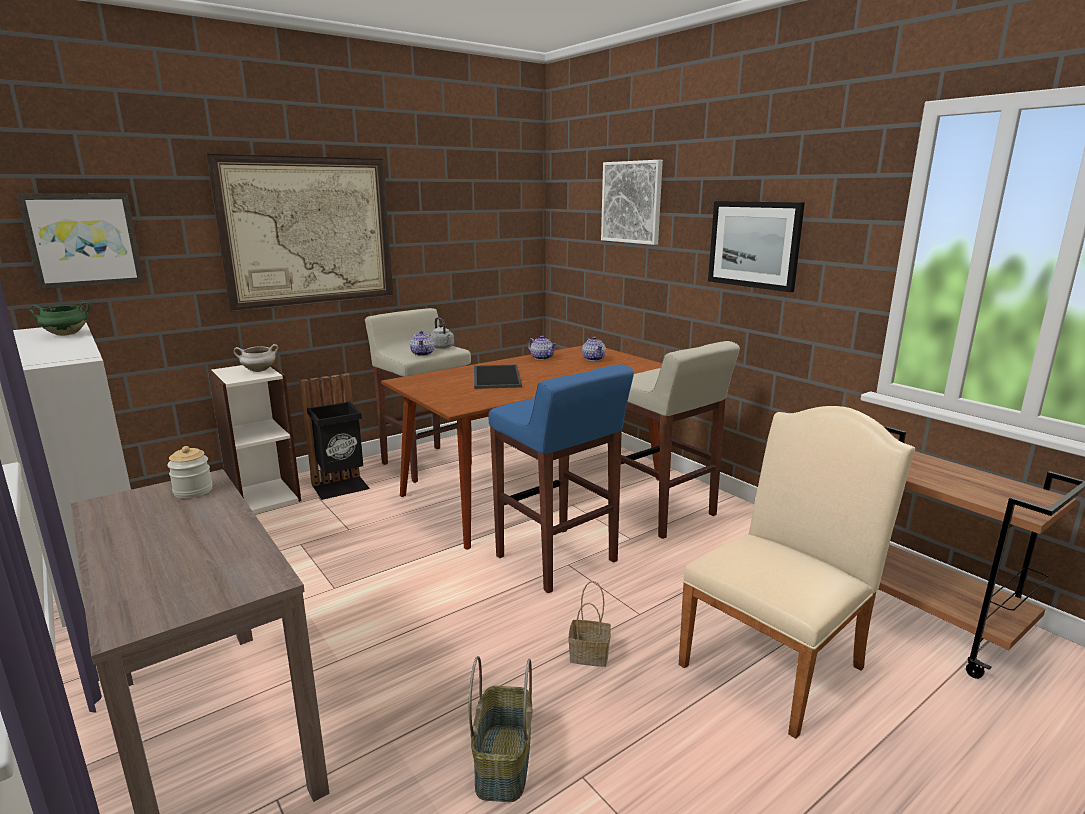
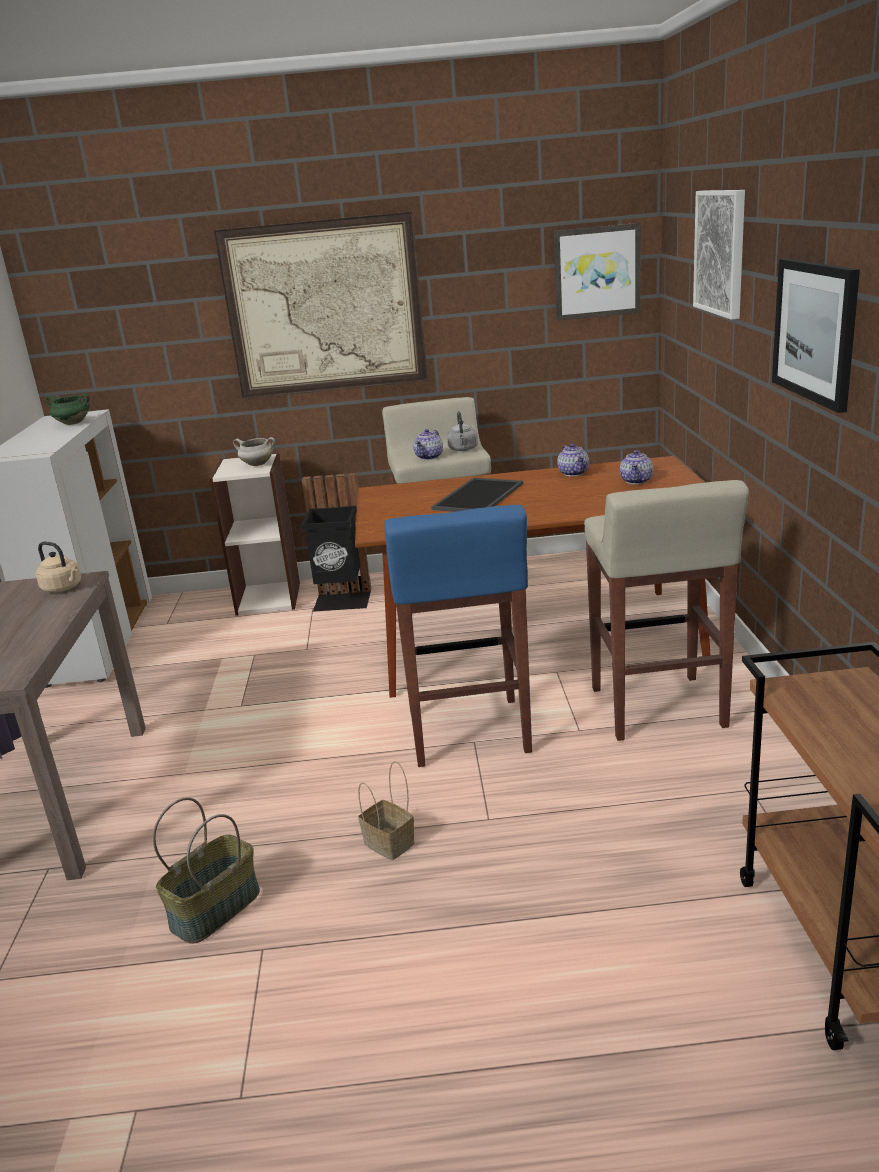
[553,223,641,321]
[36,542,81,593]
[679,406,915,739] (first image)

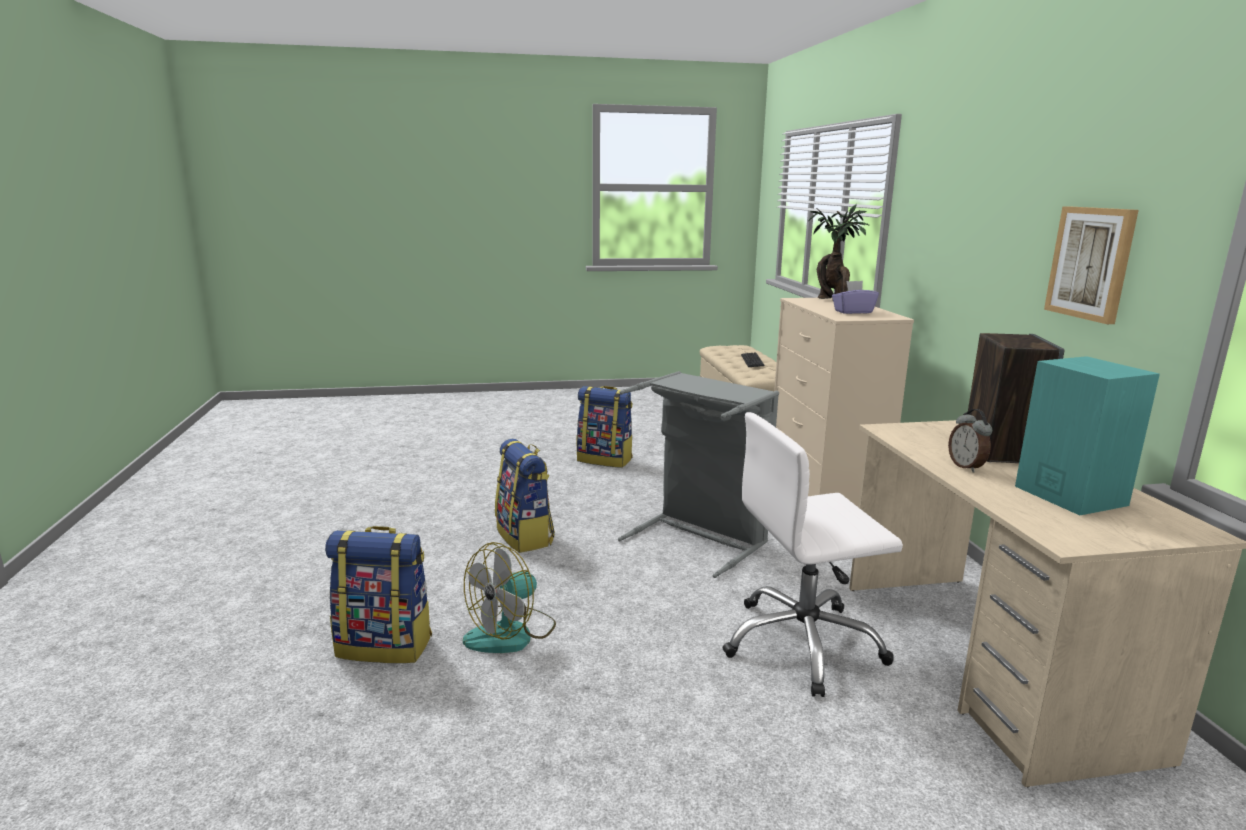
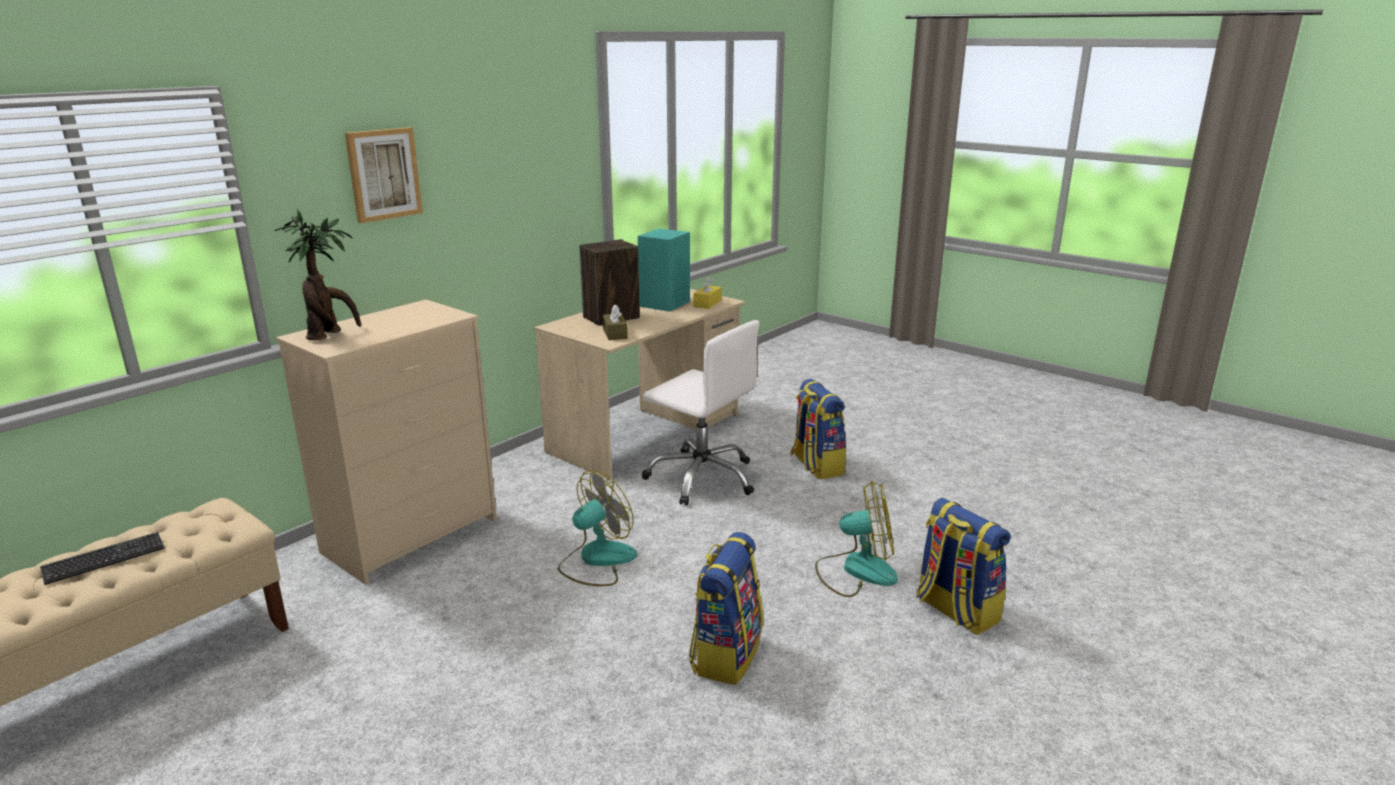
[791,379,846,479]
[558,471,637,586]
[832,281,879,314] (first image)
[948,409,992,472] (first image)
[345,127,423,223]
[603,304,628,340]
[693,277,722,309]

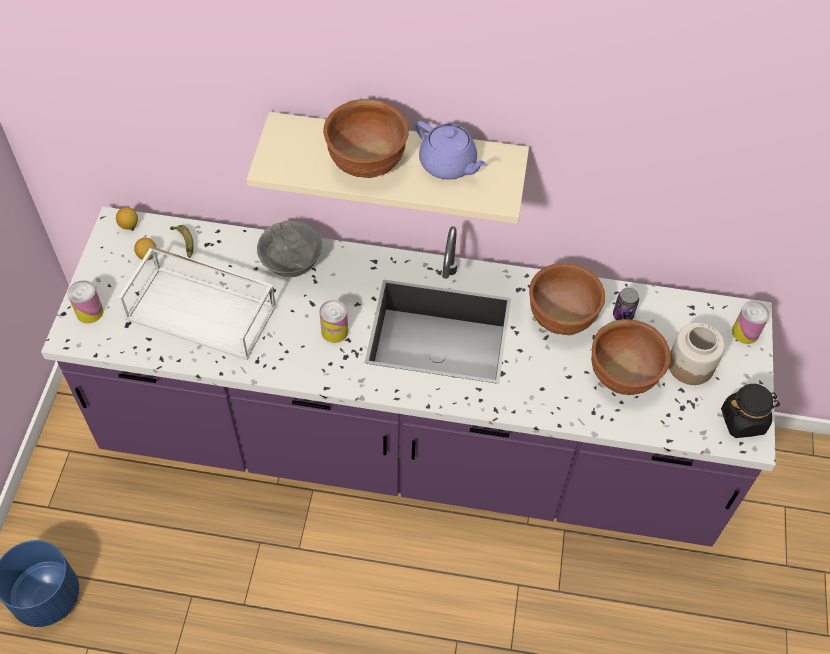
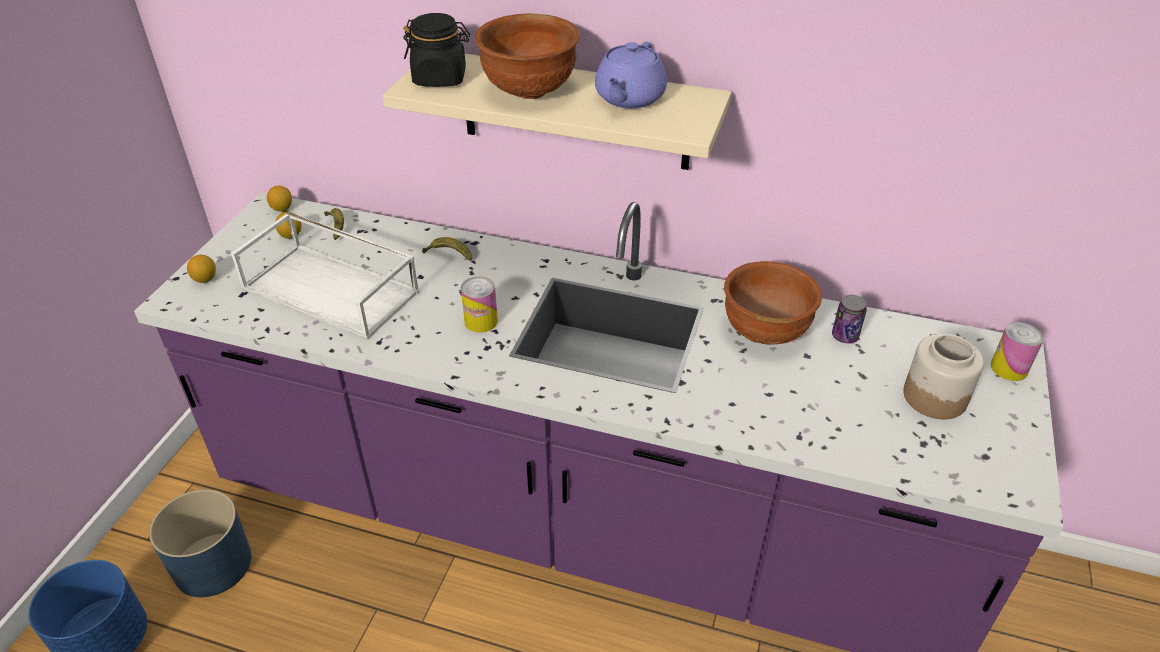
[187,255,216,283]
[422,237,472,261]
[595,42,667,109]
[591,319,671,395] (first image)
[403,13,470,87]
[149,489,251,597]

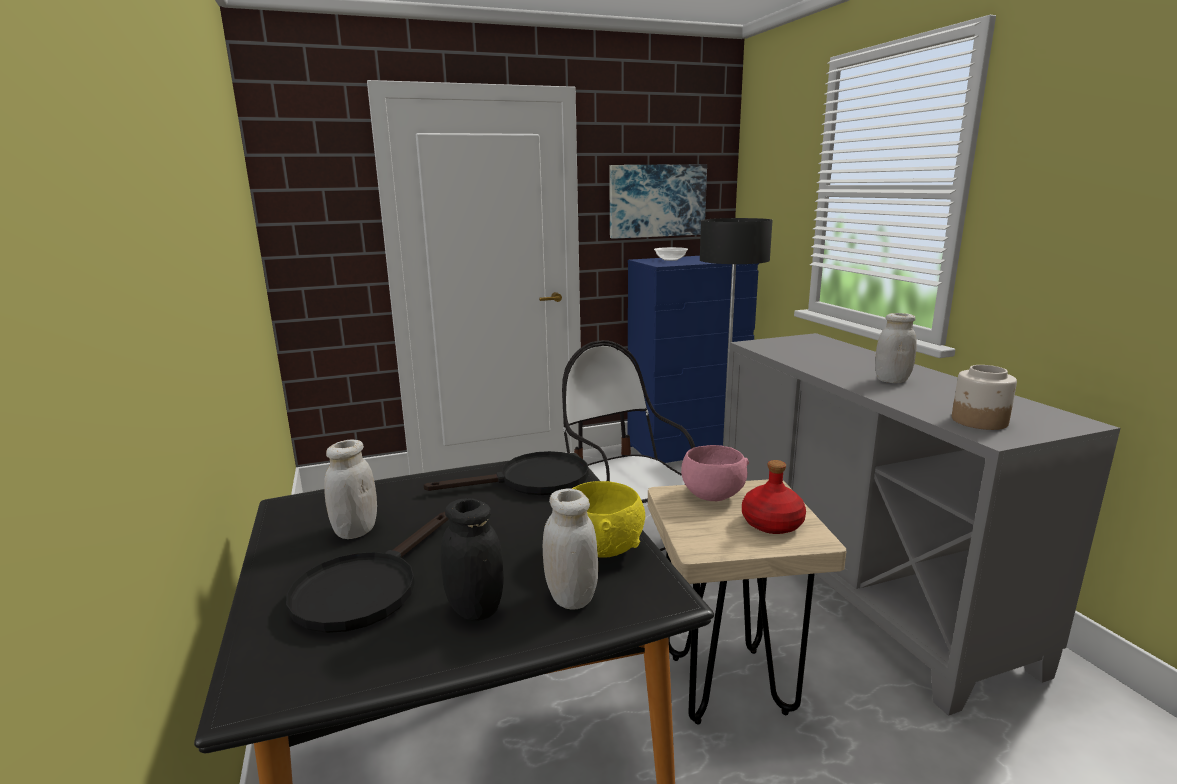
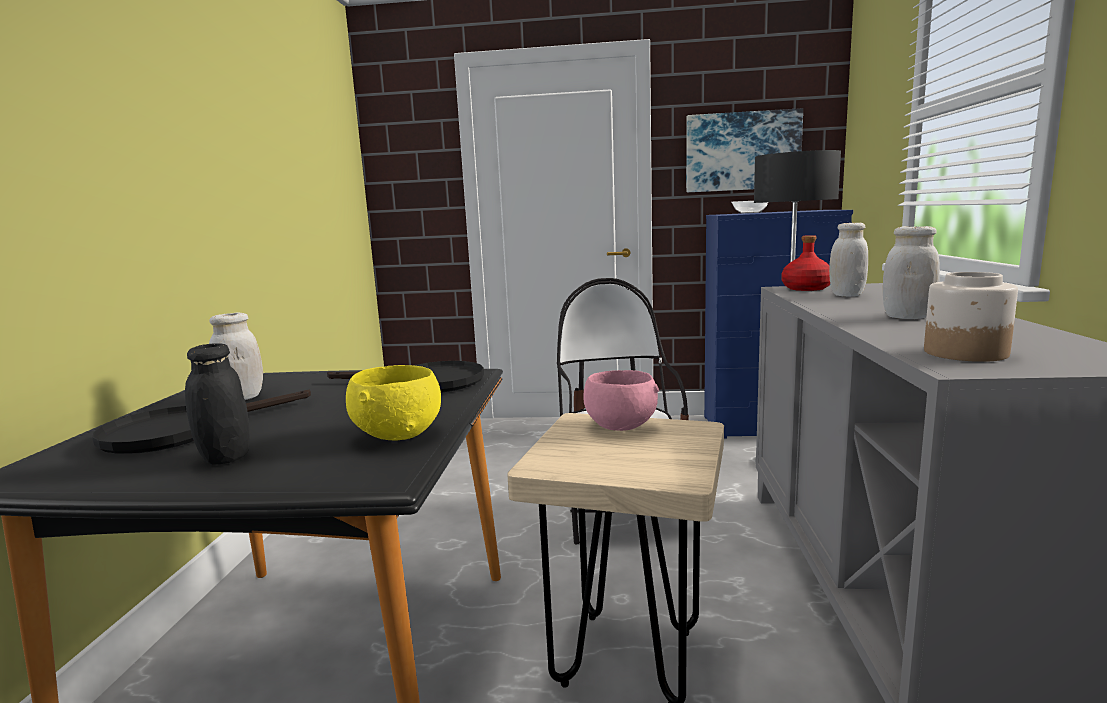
[829,223,868,297]
[781,235,830,291]

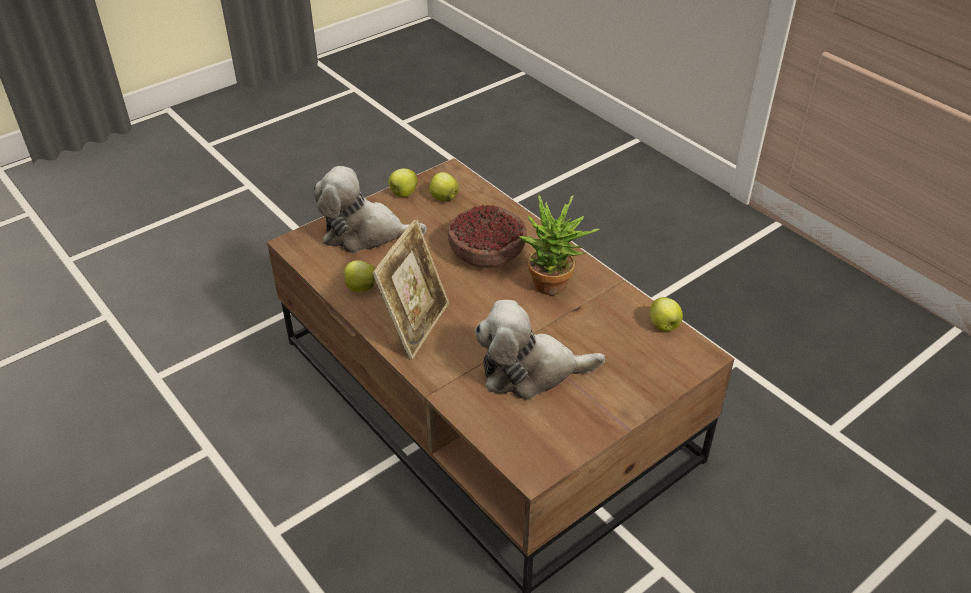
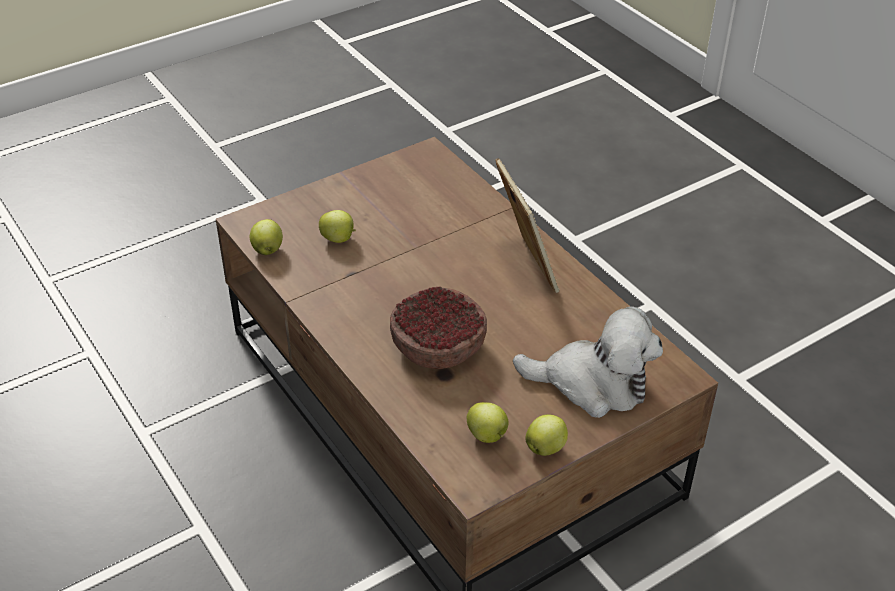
[319,210,356,243]
[496,158,559,293]
[475,300,605,400] (first image)
[518,195,600,295] (first image)

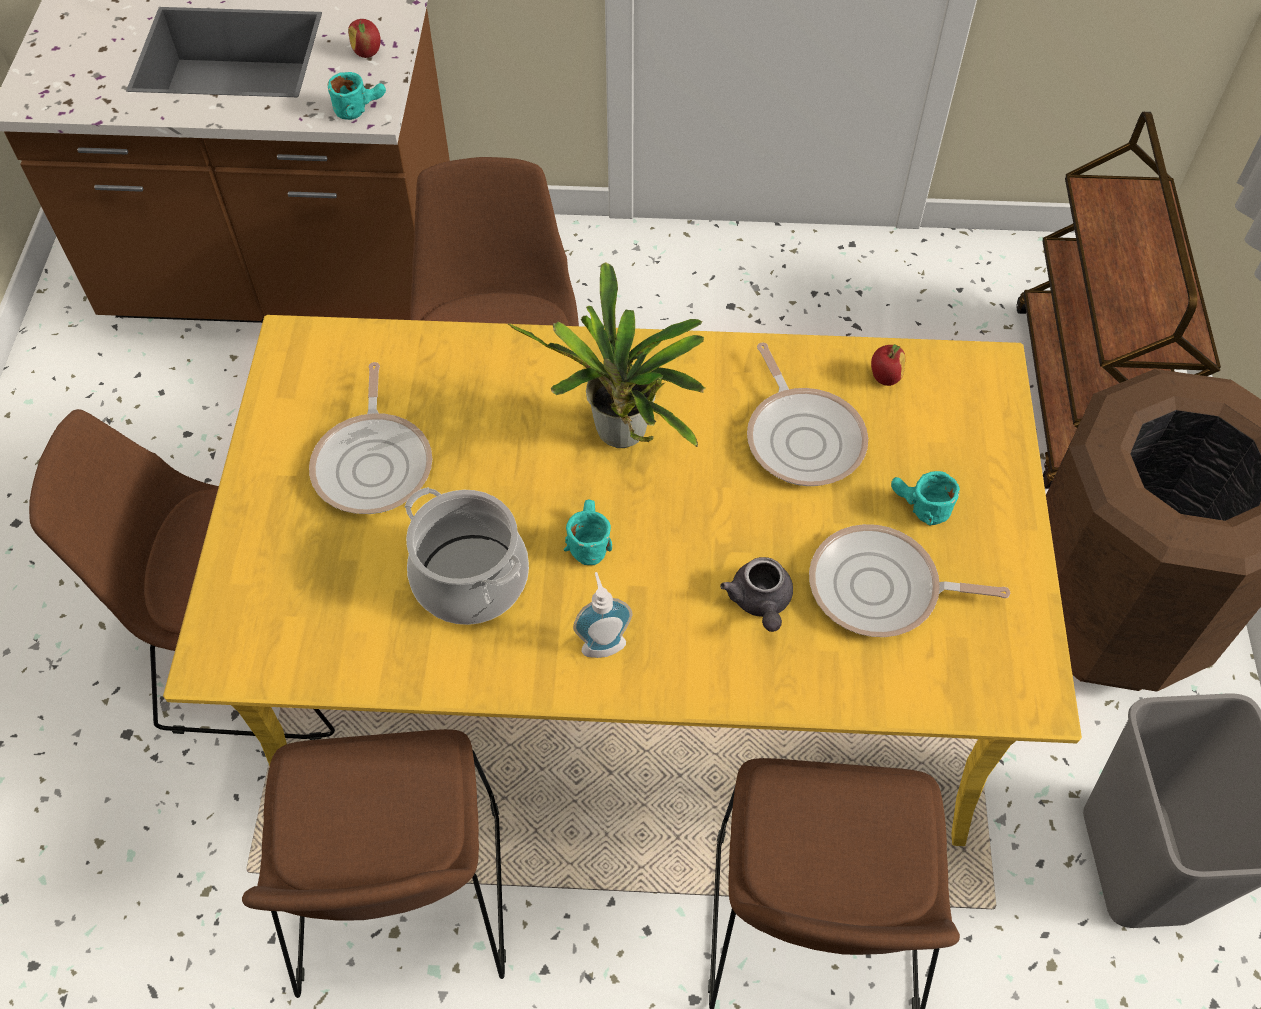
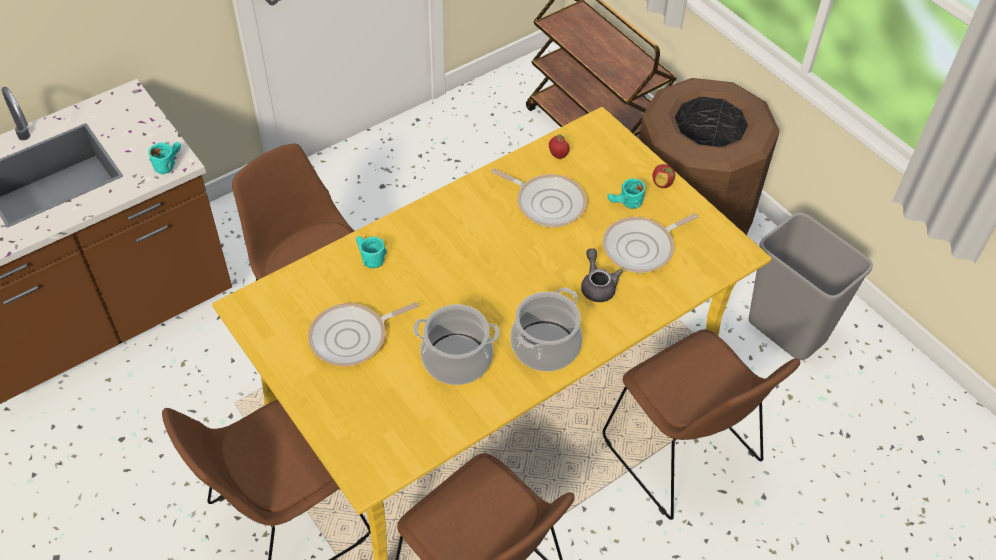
[308,302,419,366]
[652,164,675,188]
[508,262,705,448] (first image)
[356,236,387,268]
[510,287,582,372]
[581,248,623,302]

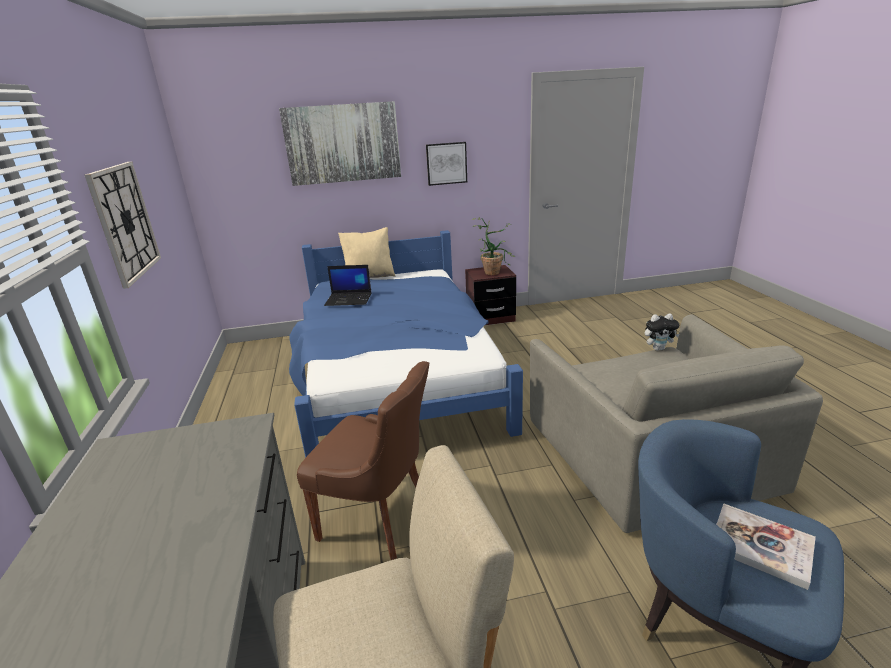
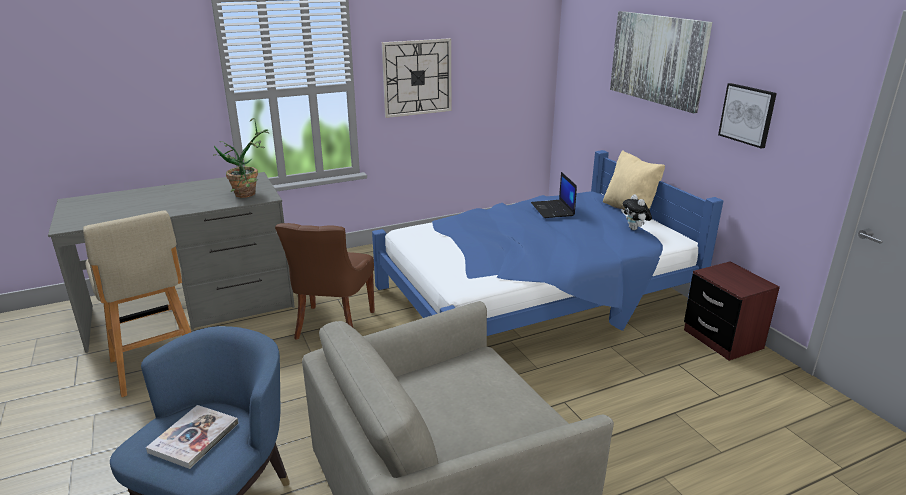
[213,118,270,198]
[623,194,652,230]

